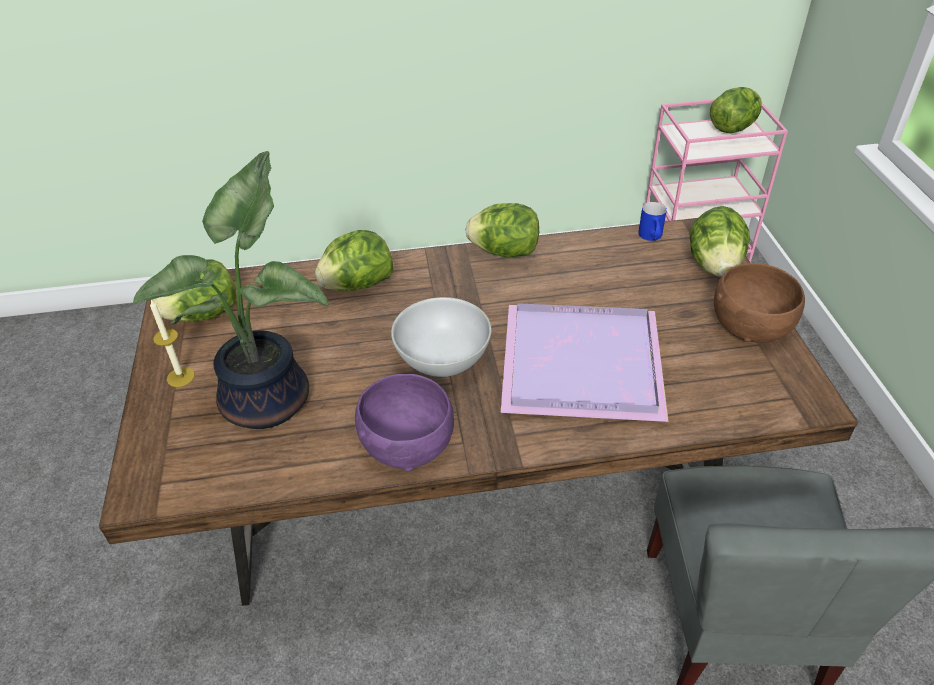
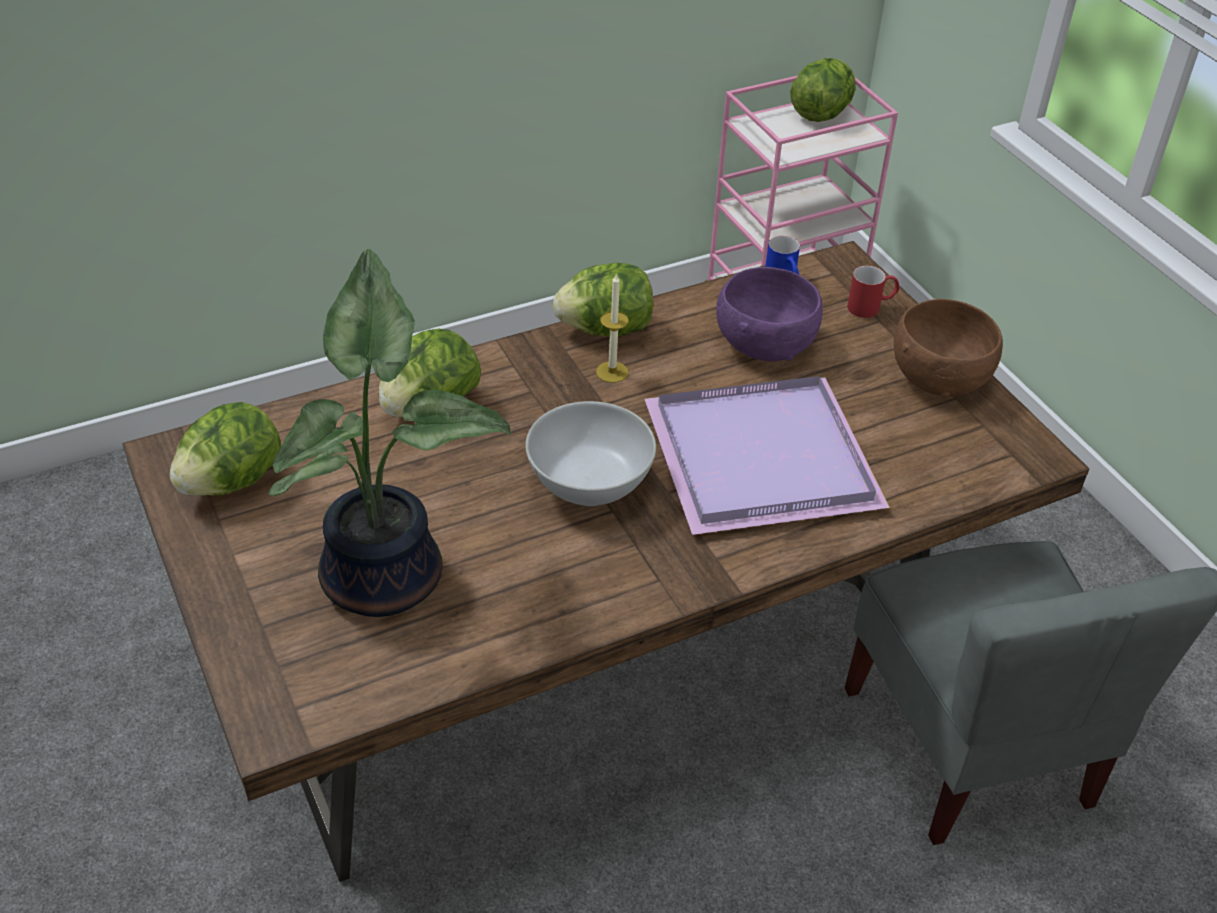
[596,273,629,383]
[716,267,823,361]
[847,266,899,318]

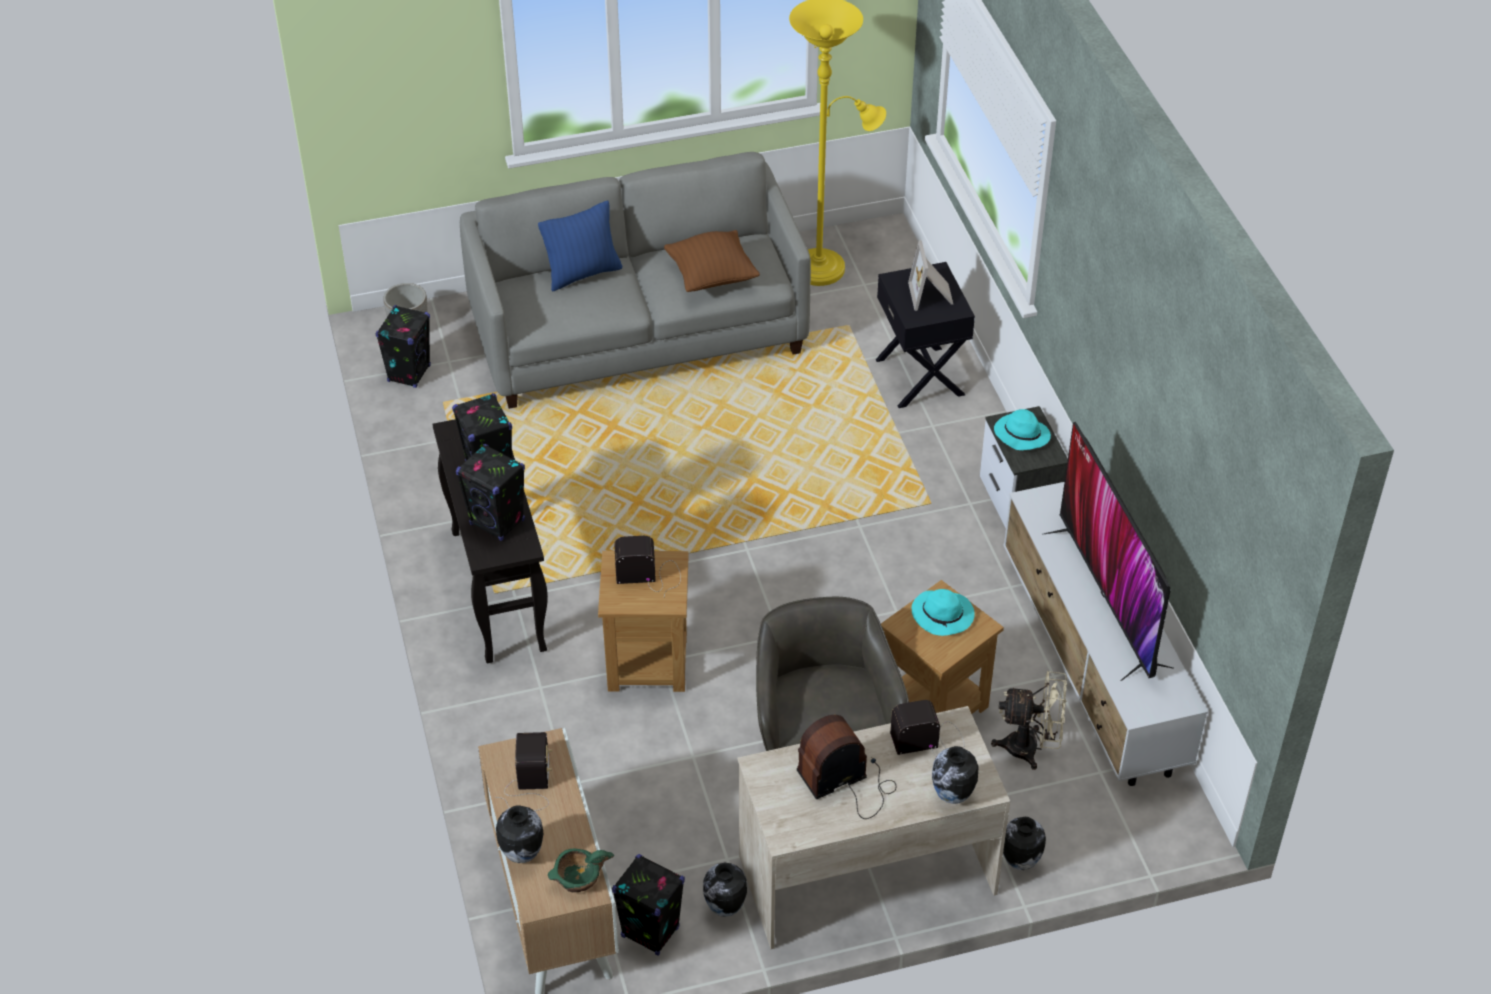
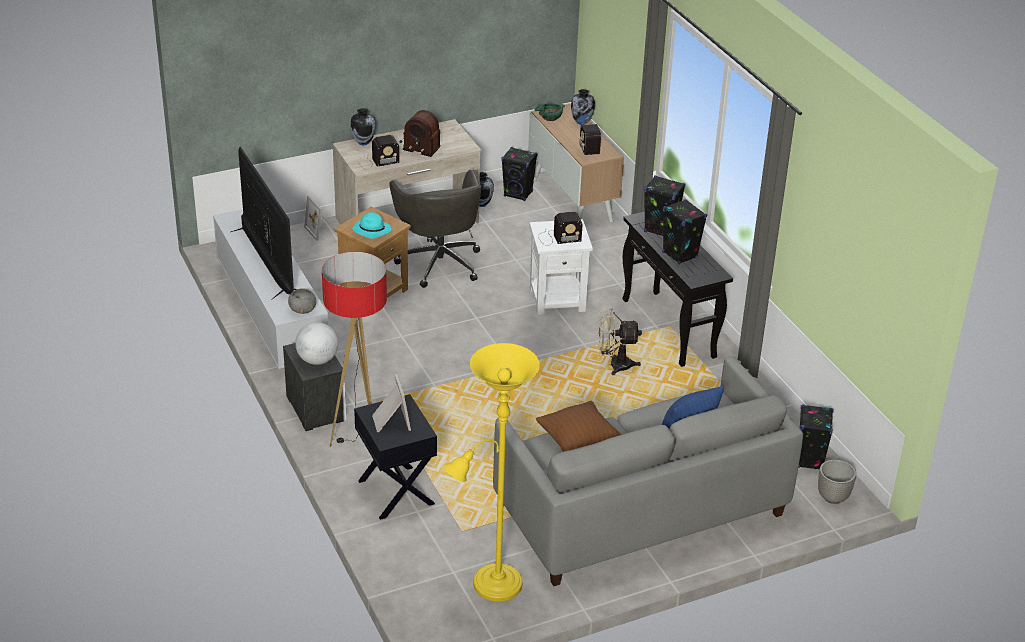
[529,219,593,315]
[399,110,441,157]
[598,308,642,375]
[295,322,338,365]
[304,196,335,241]
[288,289,316,314]
[322,252,387,447]

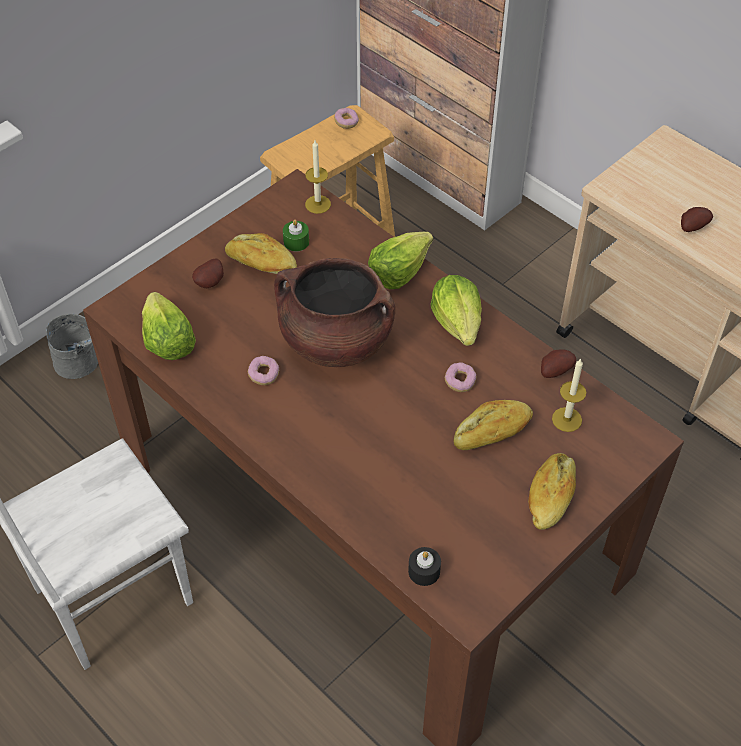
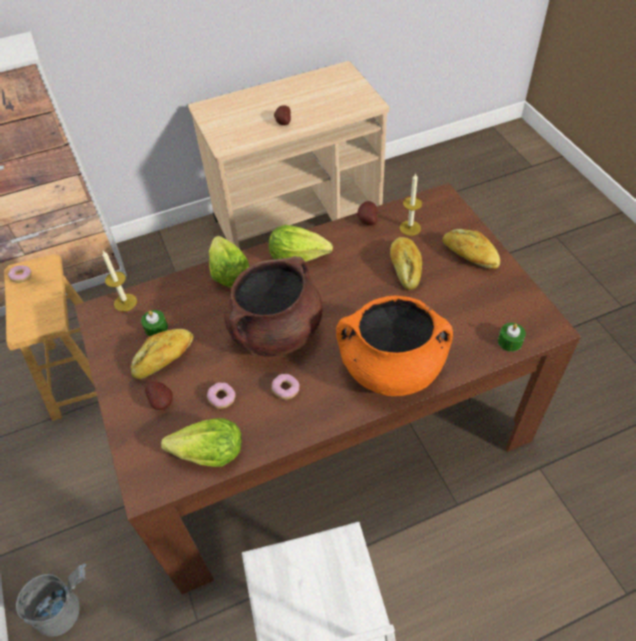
[498,323,526,352]
[207,382,236,409]
[336,296,453,396]

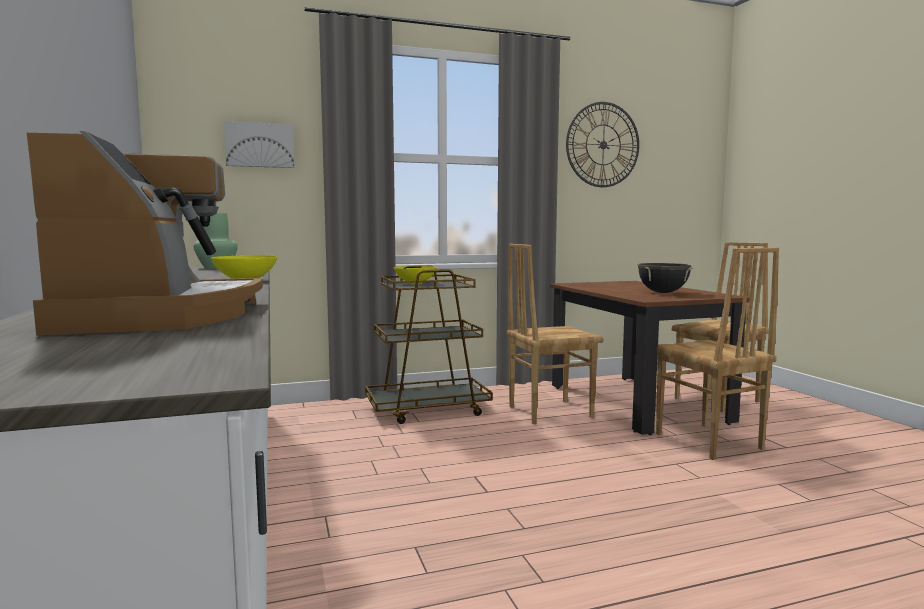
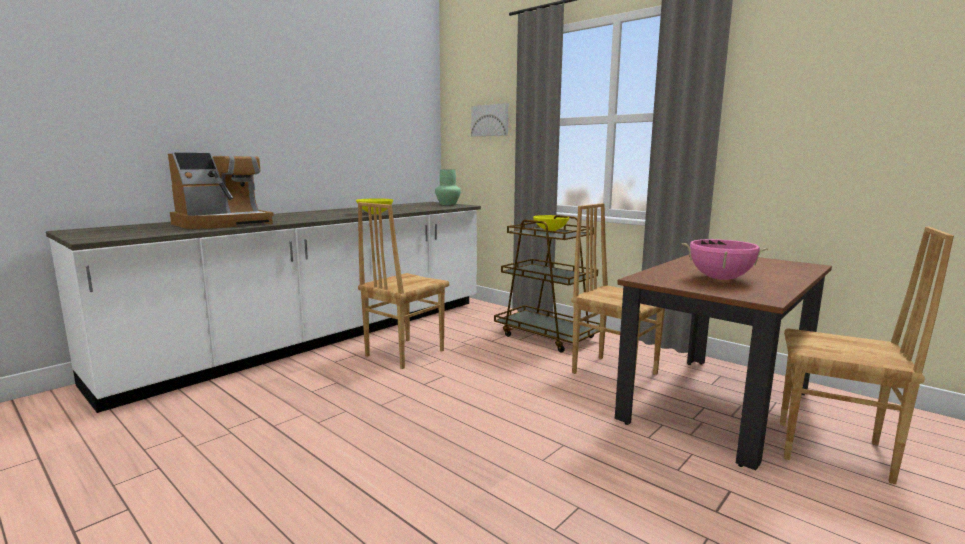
[566,102,639,187] (first image)
[682,239,769,280]
[358,202,449,369]

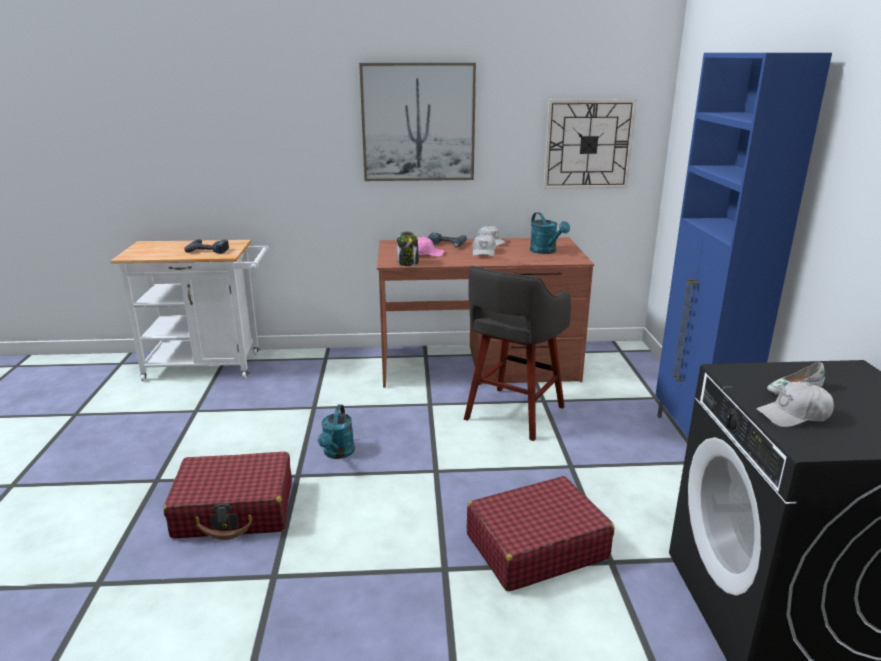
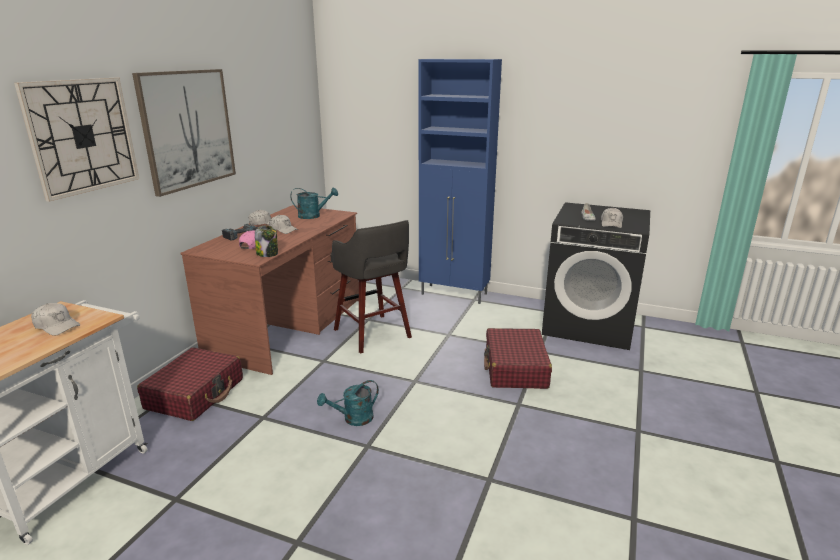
[137,348,243,421]
[31,303,80,336]
[317,380,379,426]
[14,78,139,202]

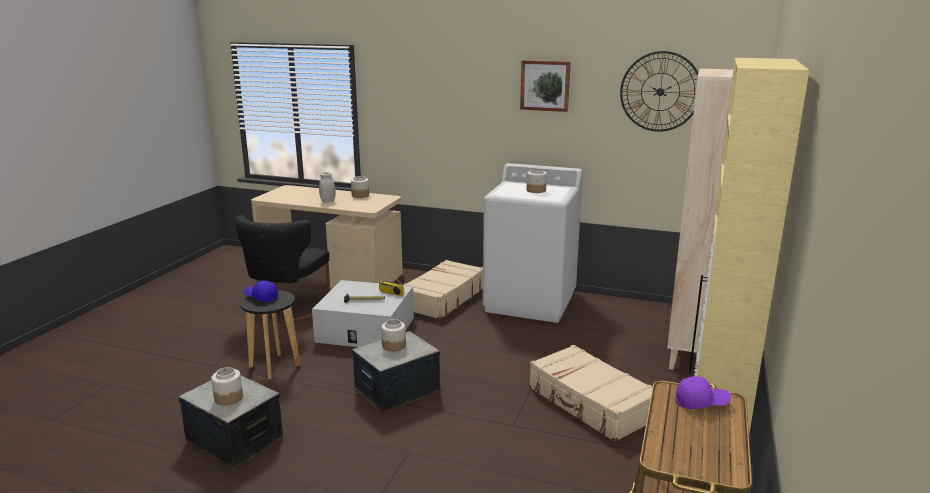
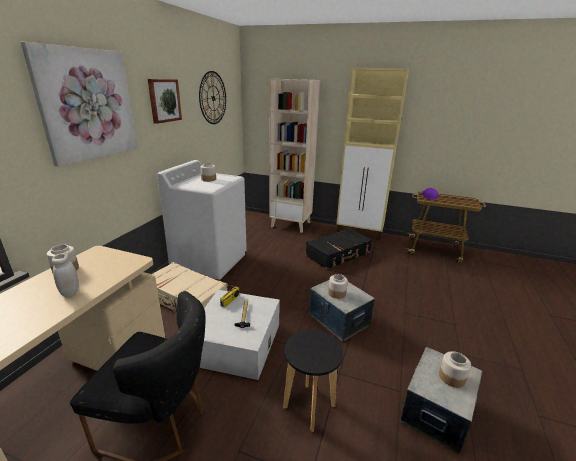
[244,281,278,302] (first image)
[305,228,372,269]
[21,42,138,167]

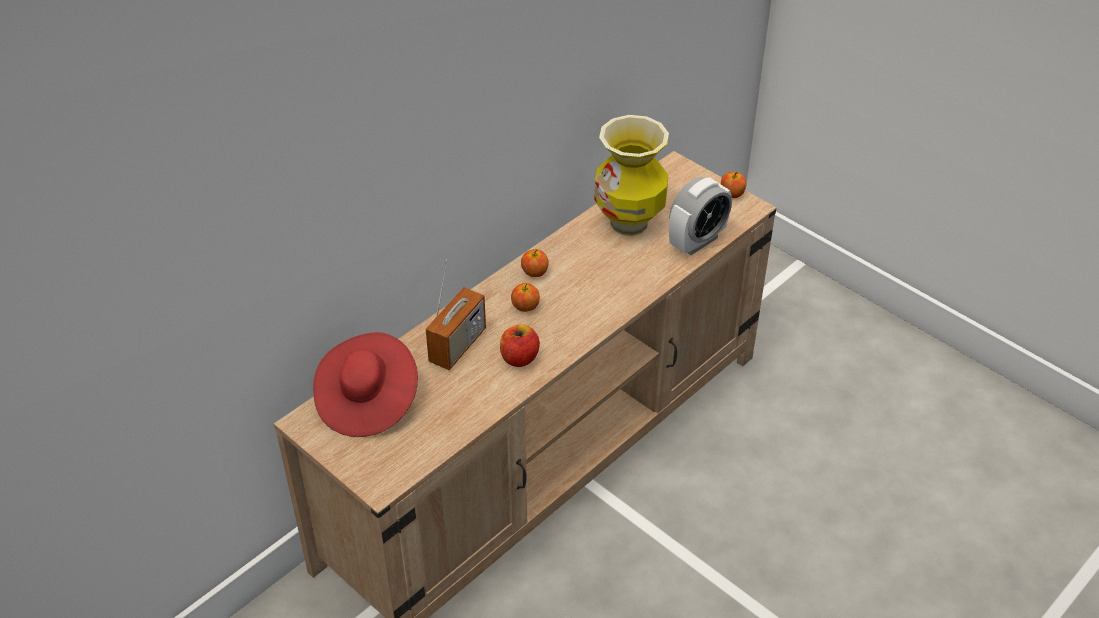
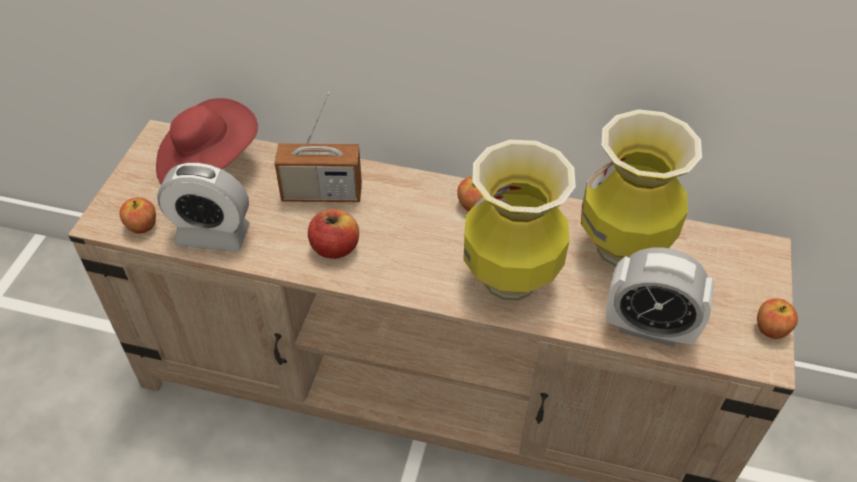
[119,198,156,234]
[157,163,250,252]
[463,140,576,302]

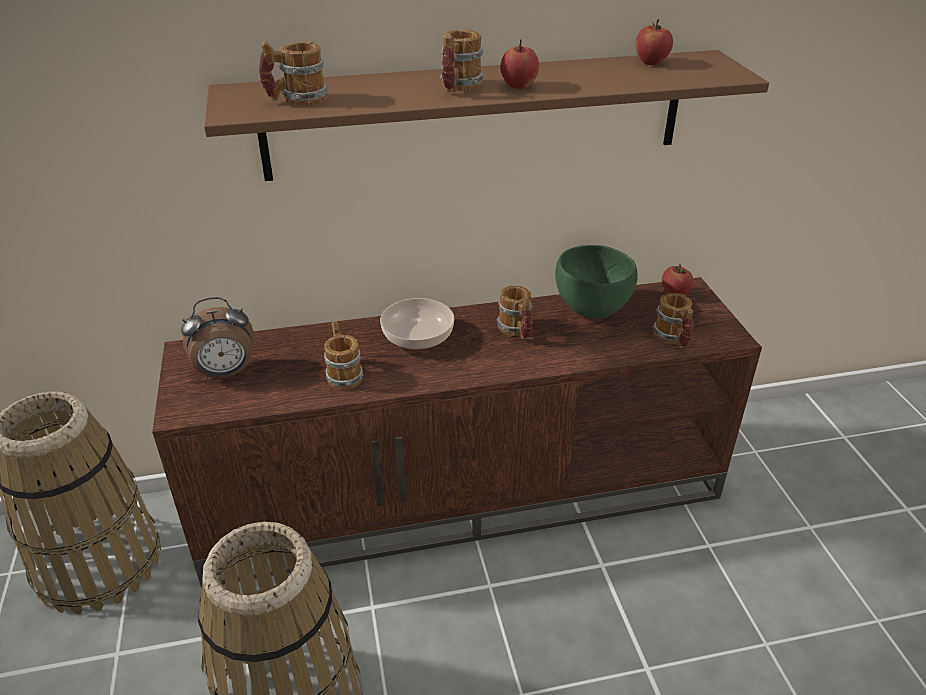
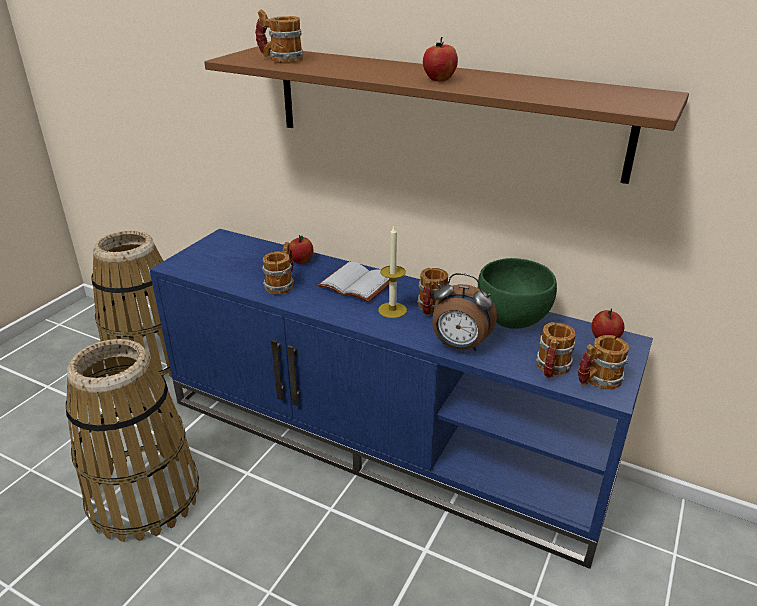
[149,229,653,569]
[432,273,497,351]
[317,262,389,302]
[578,335,629,390]
[289,235,313,264]
[378,226,407,318]

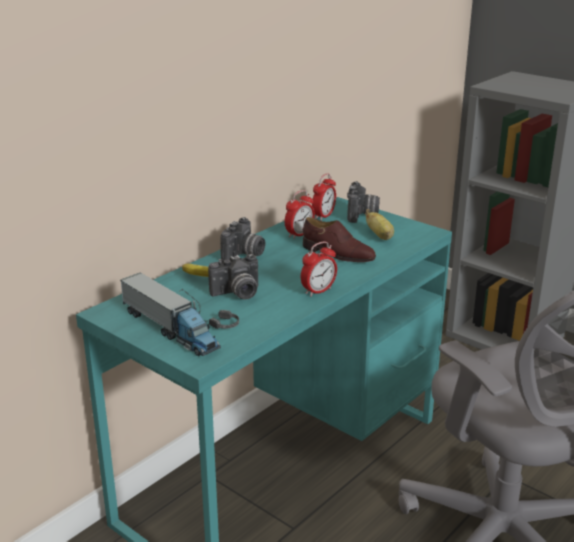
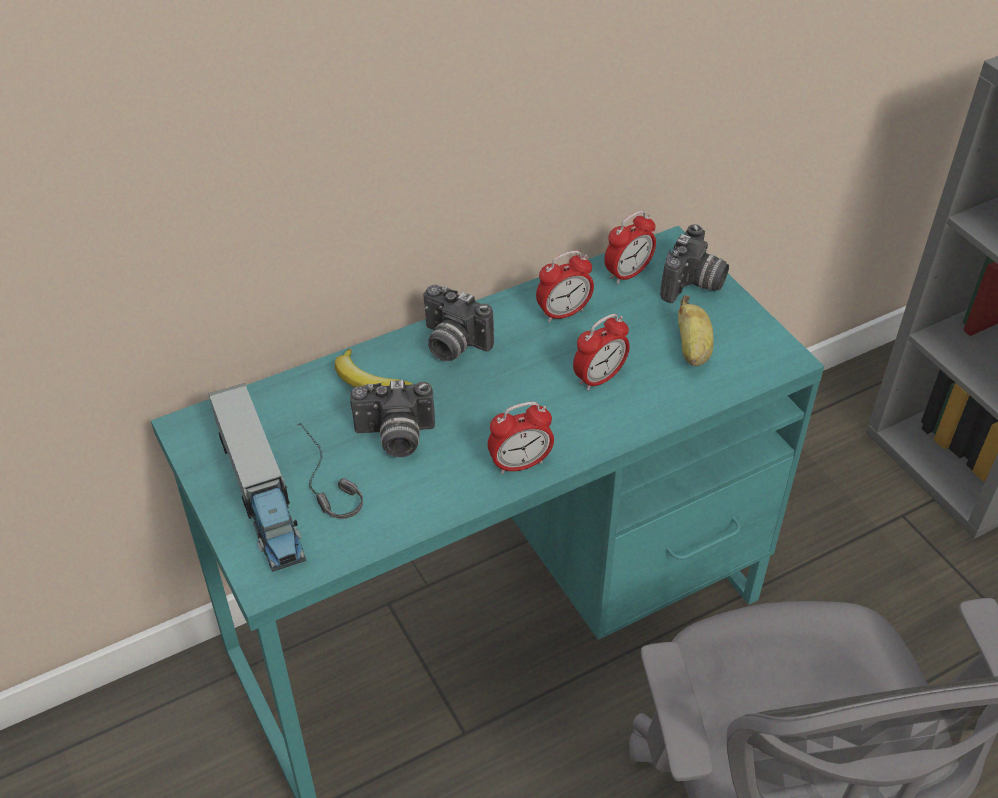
[424,285,494,362]
[573,314,630,391]

